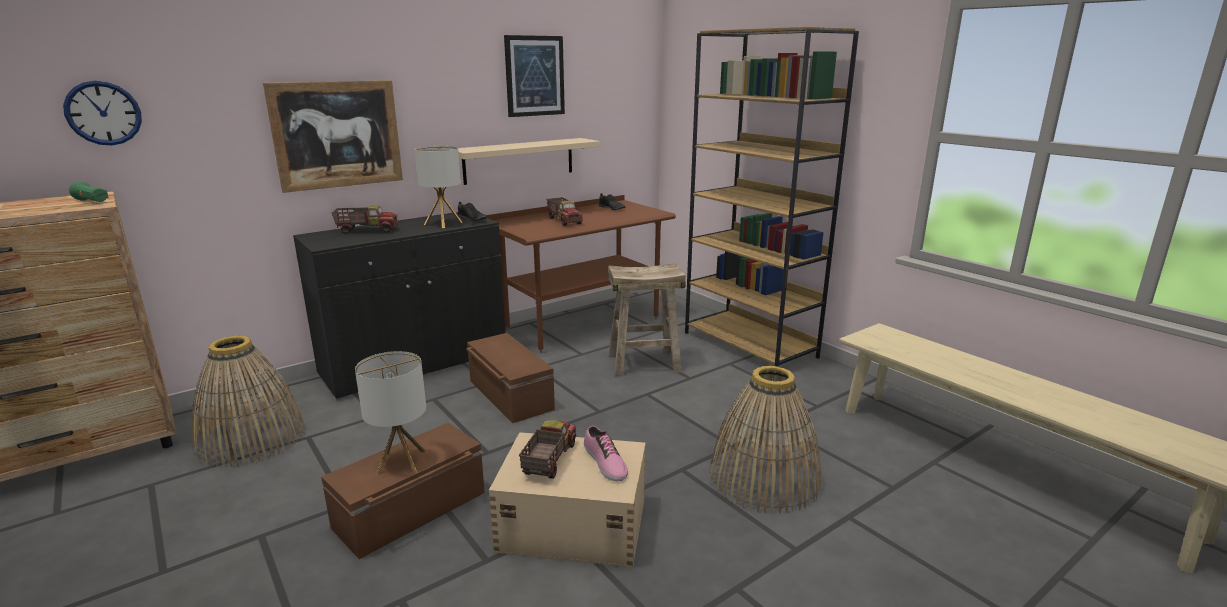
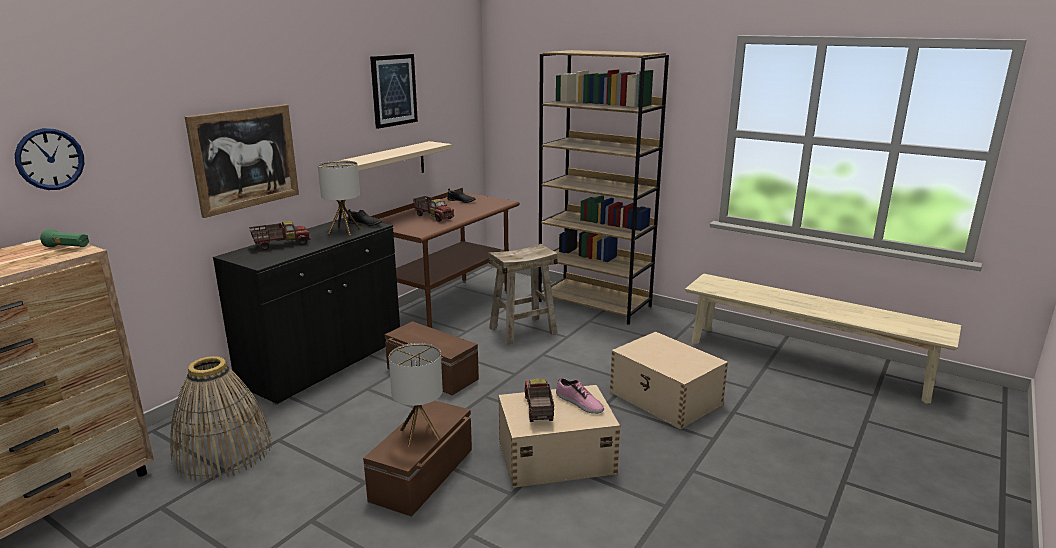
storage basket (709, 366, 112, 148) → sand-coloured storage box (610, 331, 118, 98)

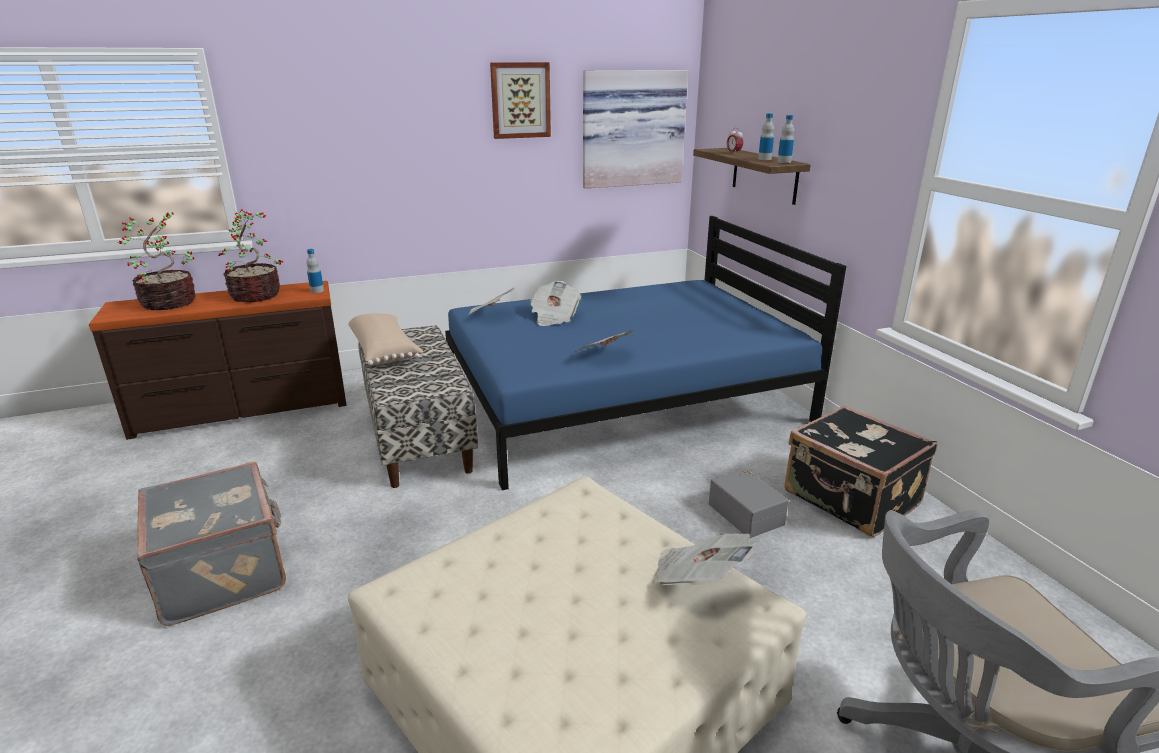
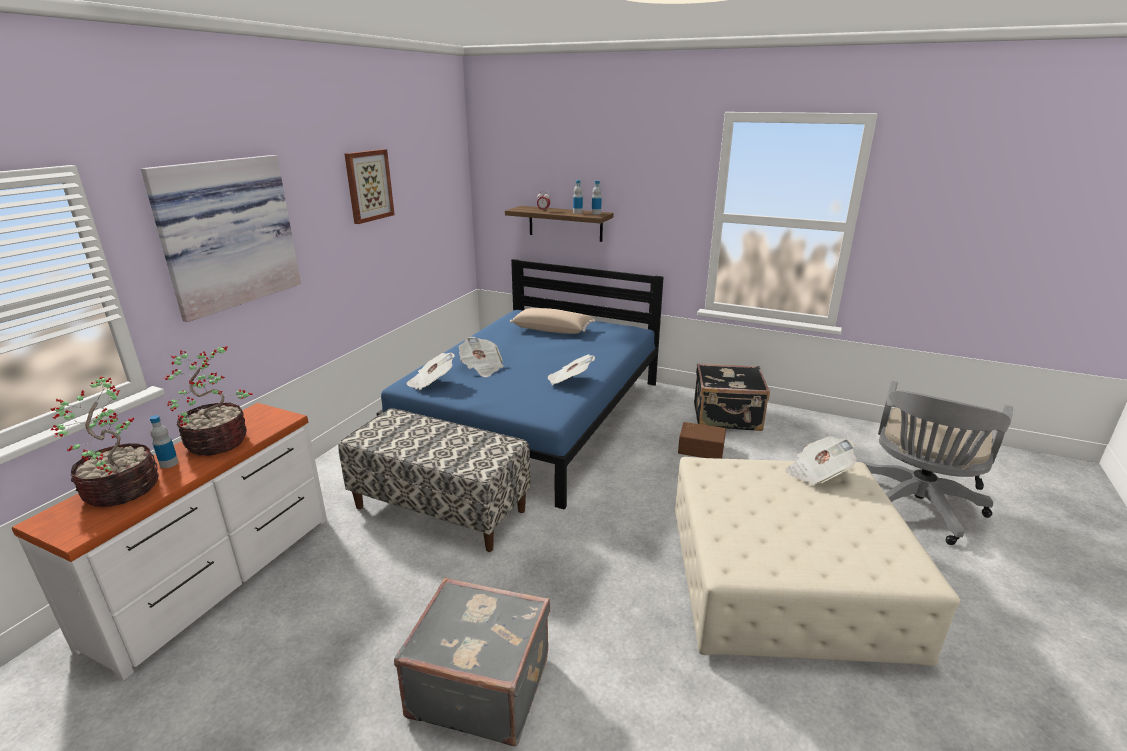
bottle (306, 249, 18, 44) → bottle (150, 415, 29, 53), moved
sand-coloured pillow (348, 313, 76, 52) → sand-coloured pillow (510, 308, 85, 26), moved
wall picture (583, 70, 105, 119) → wall picture (141, 155, 160, 167), moved
brownish chest of drawers (89, 281, 258, 159) → whitish chest of drawers (11, 403, 316, 277)
grey storage box (709, 469, 80, 69) → brownish storage box (678, 422, 48, 37)

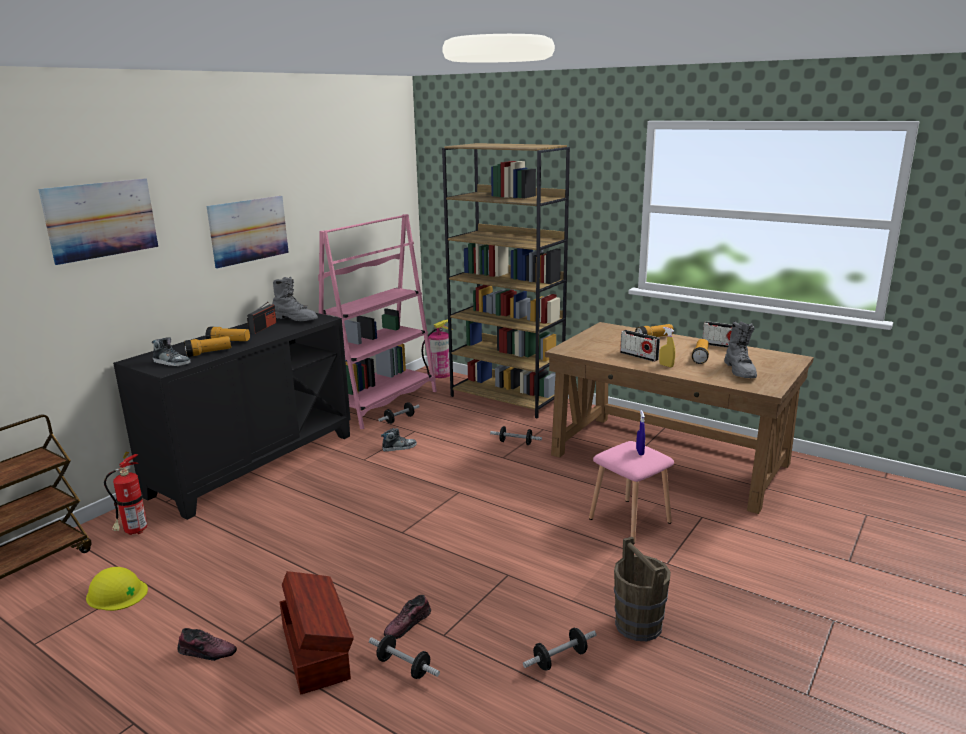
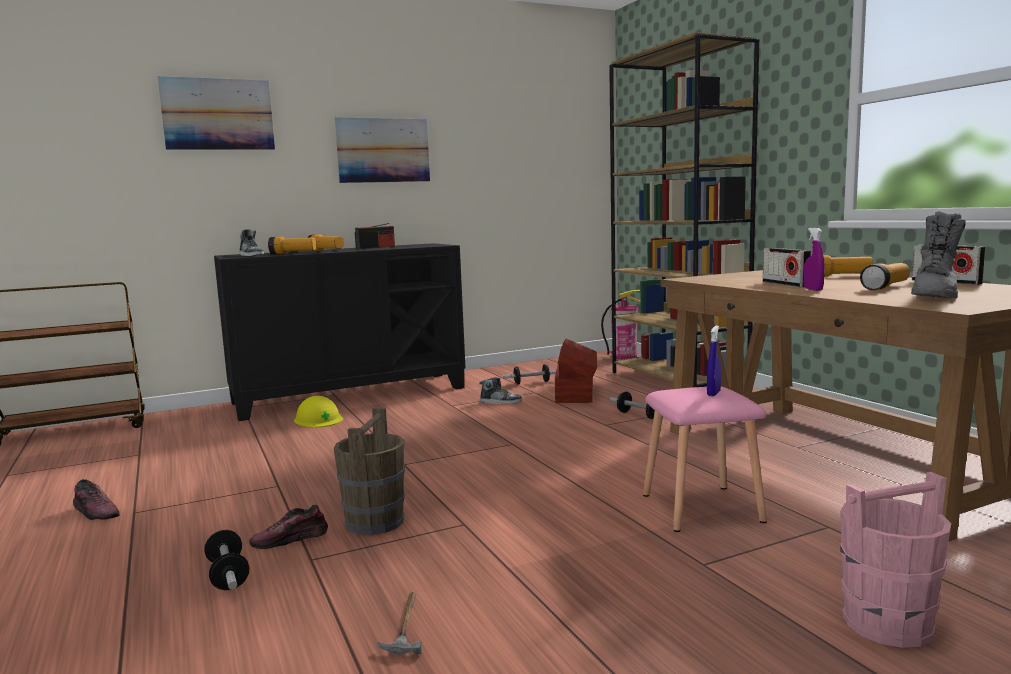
fire extinguisher (104, 452, 43, 83) → -
grey high-top boot (272, 277, 46, 44) → -
pink-coloured bookshelf (318, 214, 119, 215) → -
- → pink-coloured bucket (840, 472, 111, 176)
yellow-coloured safety helmet (86, 567, 62, 44) → yellow-coloured safety helmet (294, 396, 49, 32), moved
brownish storage box (279, 571, 75, 124) → brownish storage box (555, 338, 42, 65), moved
brownish bucket (614, 537, 57, 104) → brownish bucket (334, 408, 71, 127), moved
hand weight (523, 628, 73, 43) → hammer (377, 592, 45, 63)
yellow-coloured spray bottle (659, 327, 16, 40) → purple-coloured spray bottle (803, 228, 22, 63)

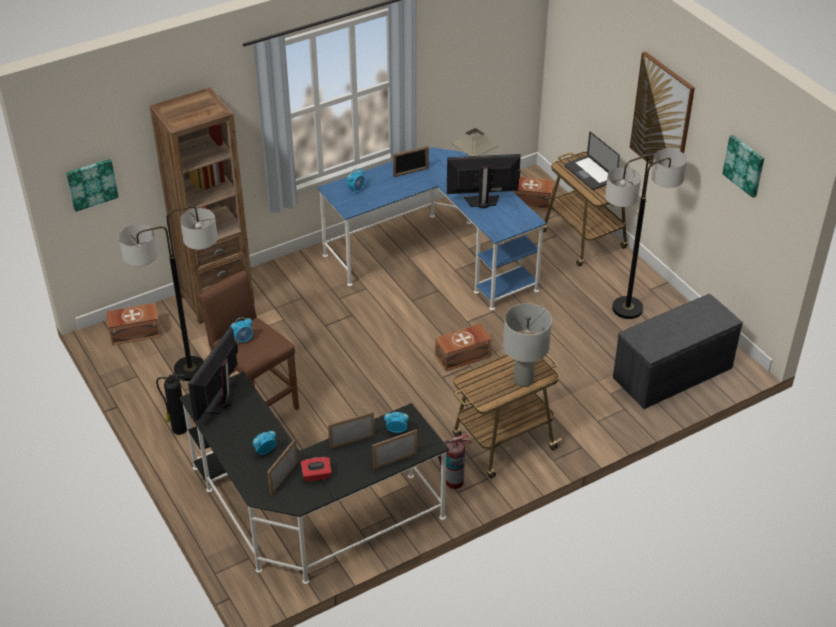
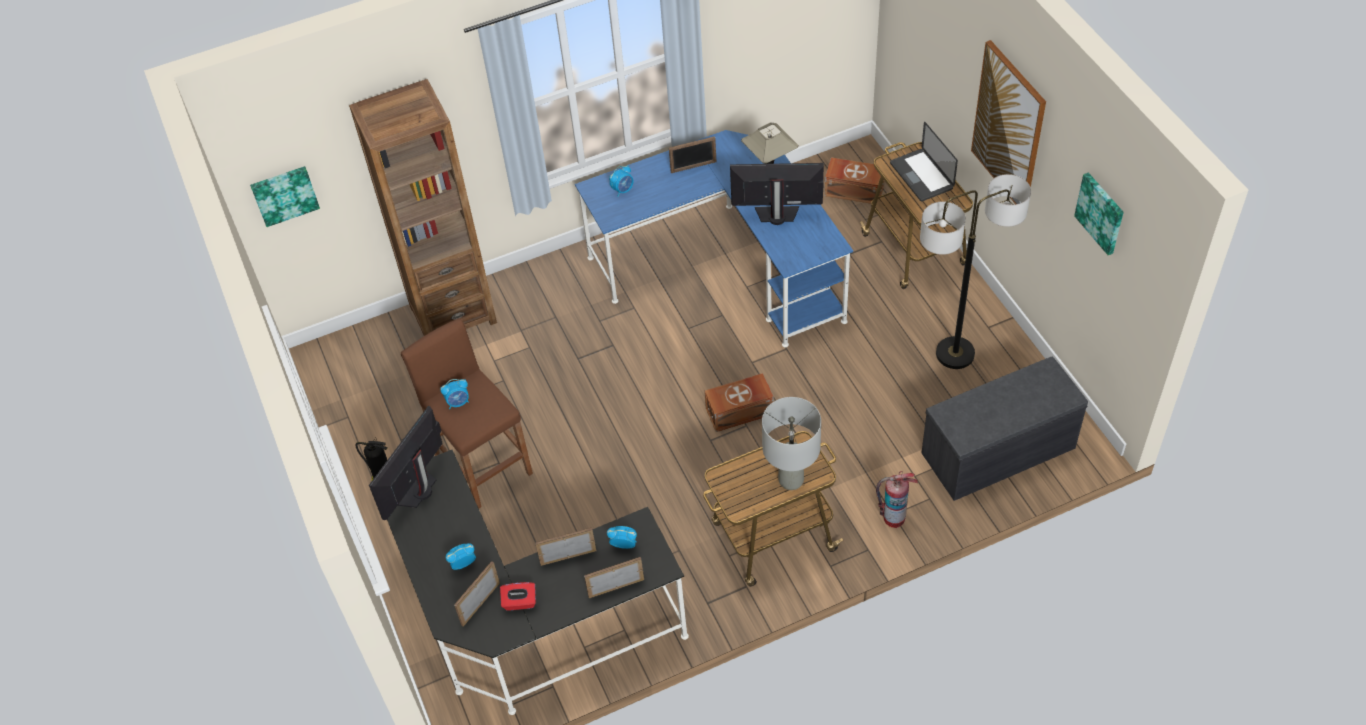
brownish storage box (106, 303, 56, 43) → -
standard lamp (119, 206, 99, 175) → -
fire extinguisher (438, 435, 34, 54) → fire extinguisher (876, 471, 42, 57), moved

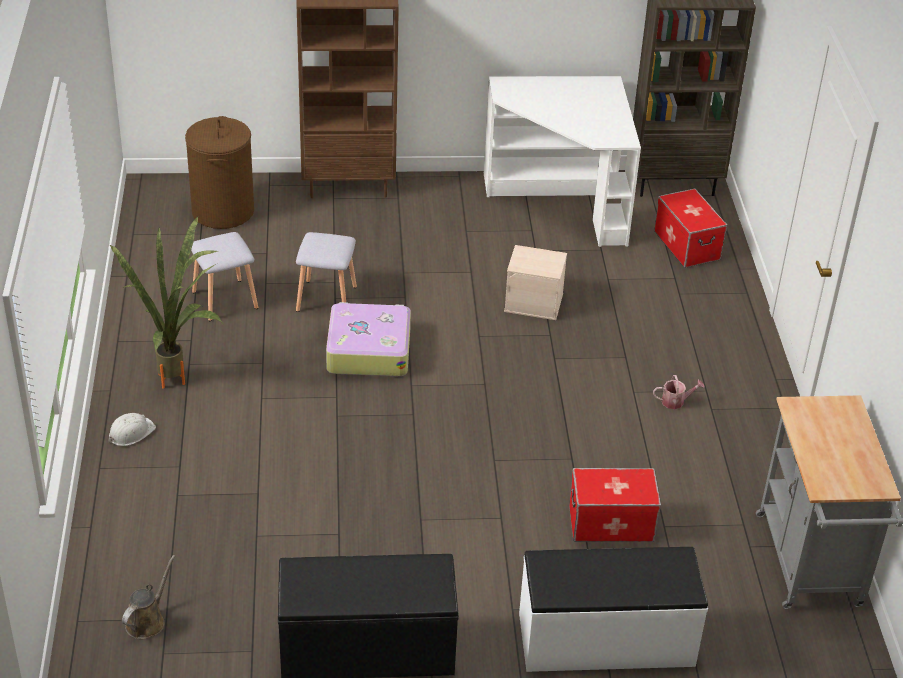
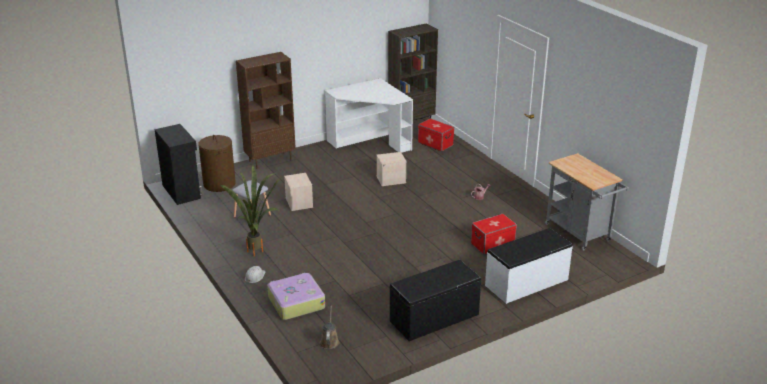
- → black cupboard (155, 124, 48, 81)
travel case (326, 302, 85, 74) → travel case (267, 273, 58, 47), moved
grey sitting stool (296, 232, 61, 80) → sand-coloured storage box (284, 173, 29, 38)

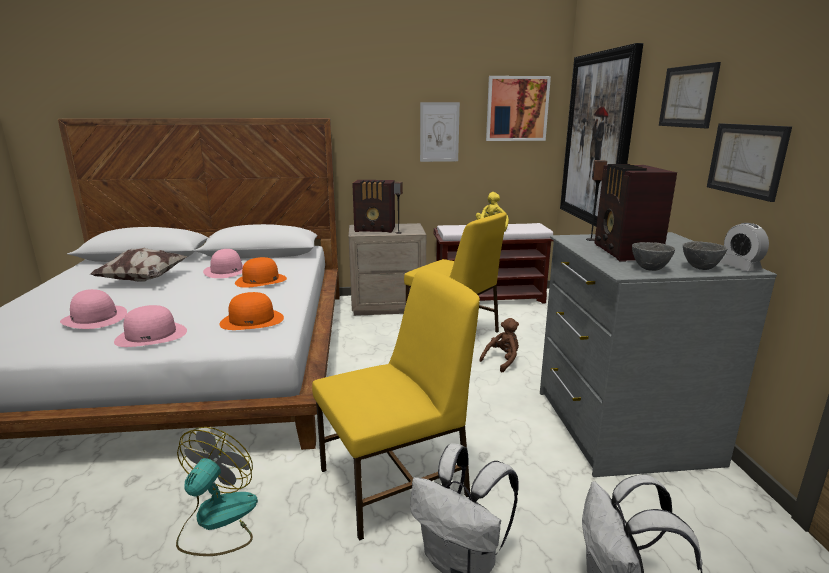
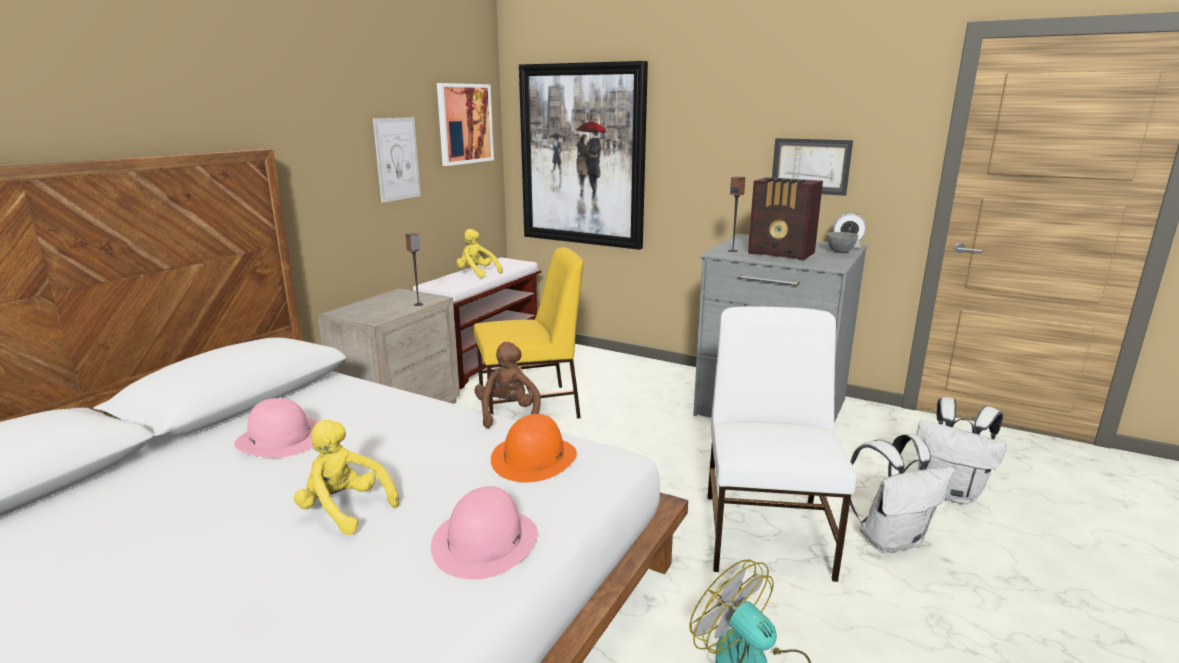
pink-coloured wearable hat (60, 289, 67, 40) → -
pillow (91, 248, 97, 34) → -
orange wearable hat (235, 257, 52, 31) → -
radio (352, 180, 43, 53) → -
grey bowl (632, 242, 43, 29) → -
wall picture (659, 62, 62, 67) → -
- → yellow-coloured plush toy (294, 420, 105, 115)
brownish plush toy (479, 318, 40, 54) → brownish plush toy (475, 342, 66, 86), moved
yellow-coloured chair (312, 269, 168, 272) → whitish chair (708, 306, 149, 276)

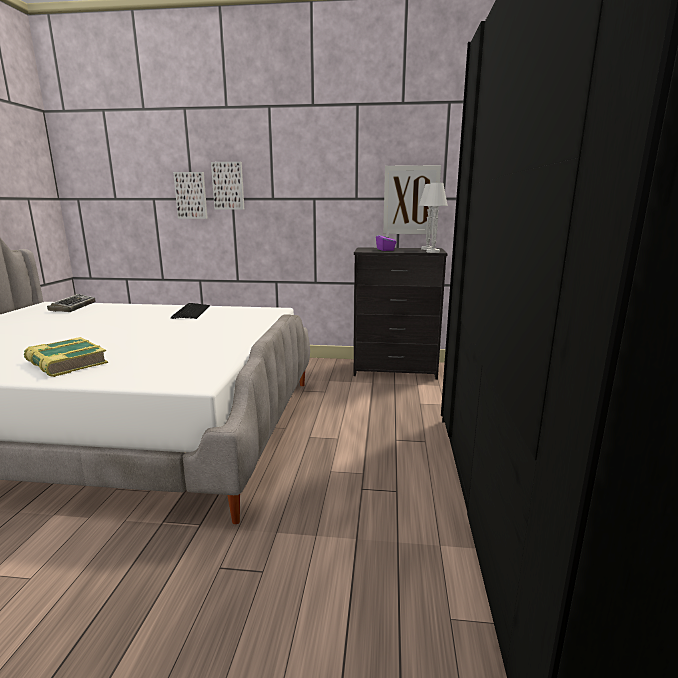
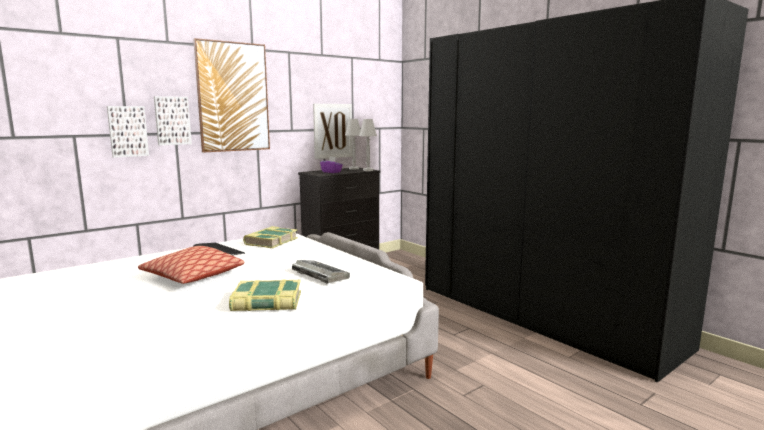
- → pillow (138, 246, 106, 38)
- → wall picture (193, 38, 77, 115)
- → volume (243, 226, 55, 22)
computer keyboard (47, 294, 48, 18) → computer keyboard (292, 260, 58, 24), moved

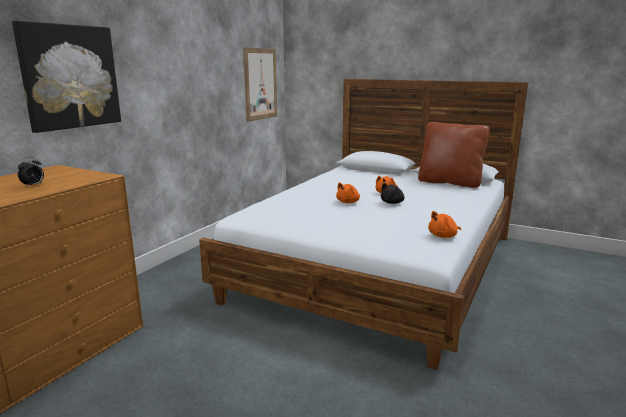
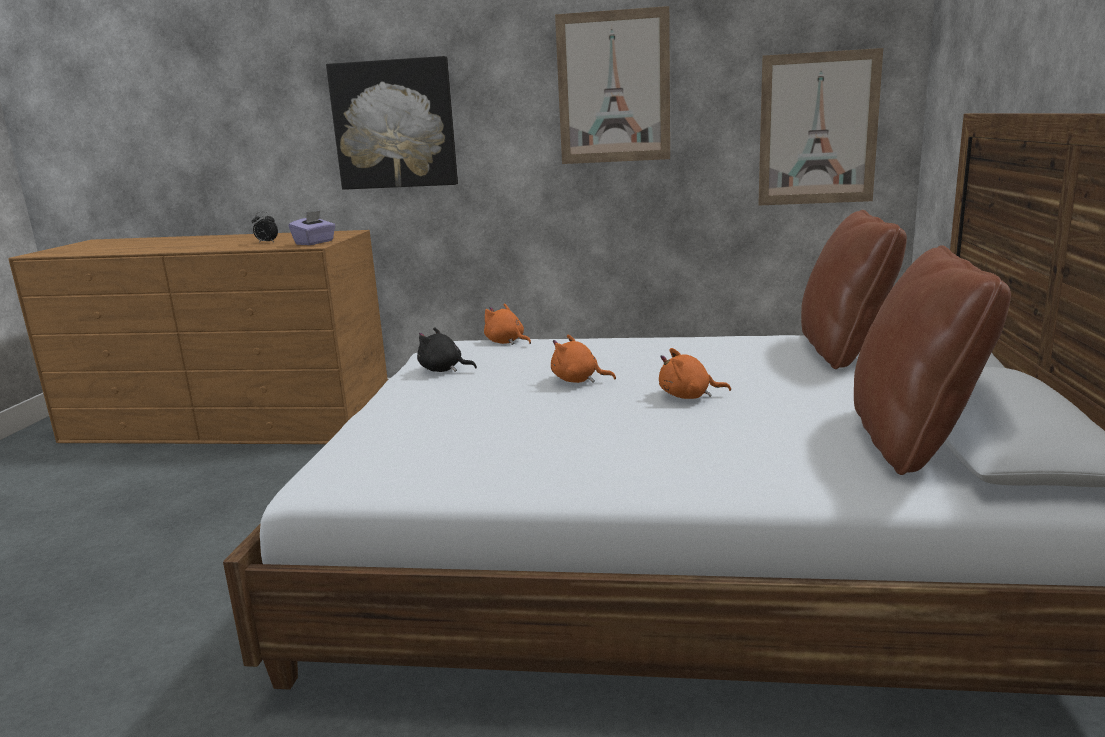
- → purple-coloured box of tissues (289, 210, 47, 35)
- → wall picture (555, 6, 115, 158)
- → brownish pillow (801, 210, 106, 159)
black plush toy (380, 183, 25, 21) → black plush toy (417, 327, 60, 45), moved
orange plush toy (428, 211, 33, 27) → orange plush toy (484, 303, 47, 42), moved

